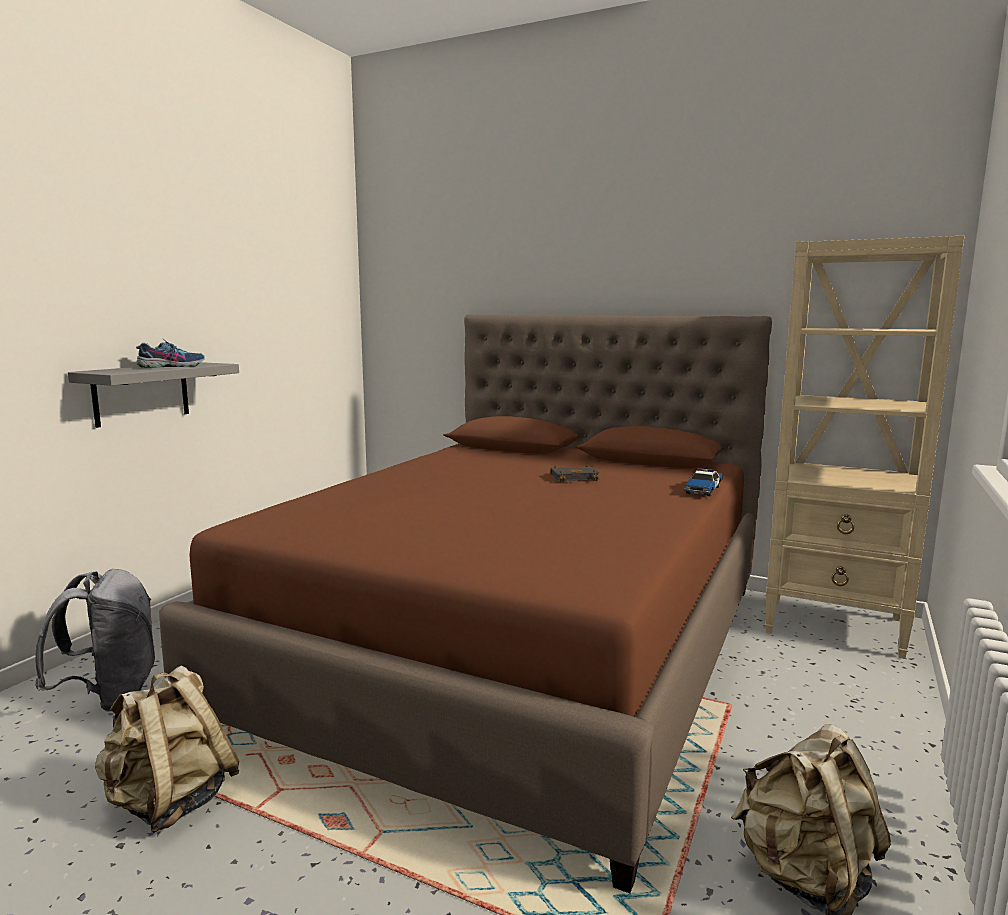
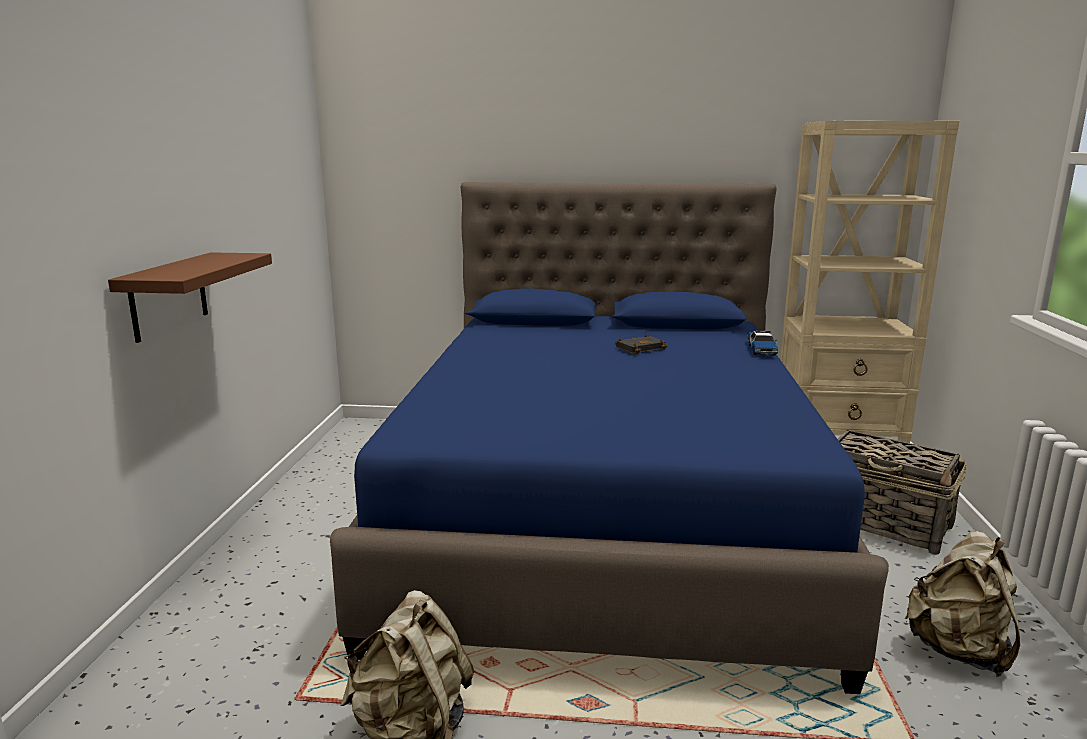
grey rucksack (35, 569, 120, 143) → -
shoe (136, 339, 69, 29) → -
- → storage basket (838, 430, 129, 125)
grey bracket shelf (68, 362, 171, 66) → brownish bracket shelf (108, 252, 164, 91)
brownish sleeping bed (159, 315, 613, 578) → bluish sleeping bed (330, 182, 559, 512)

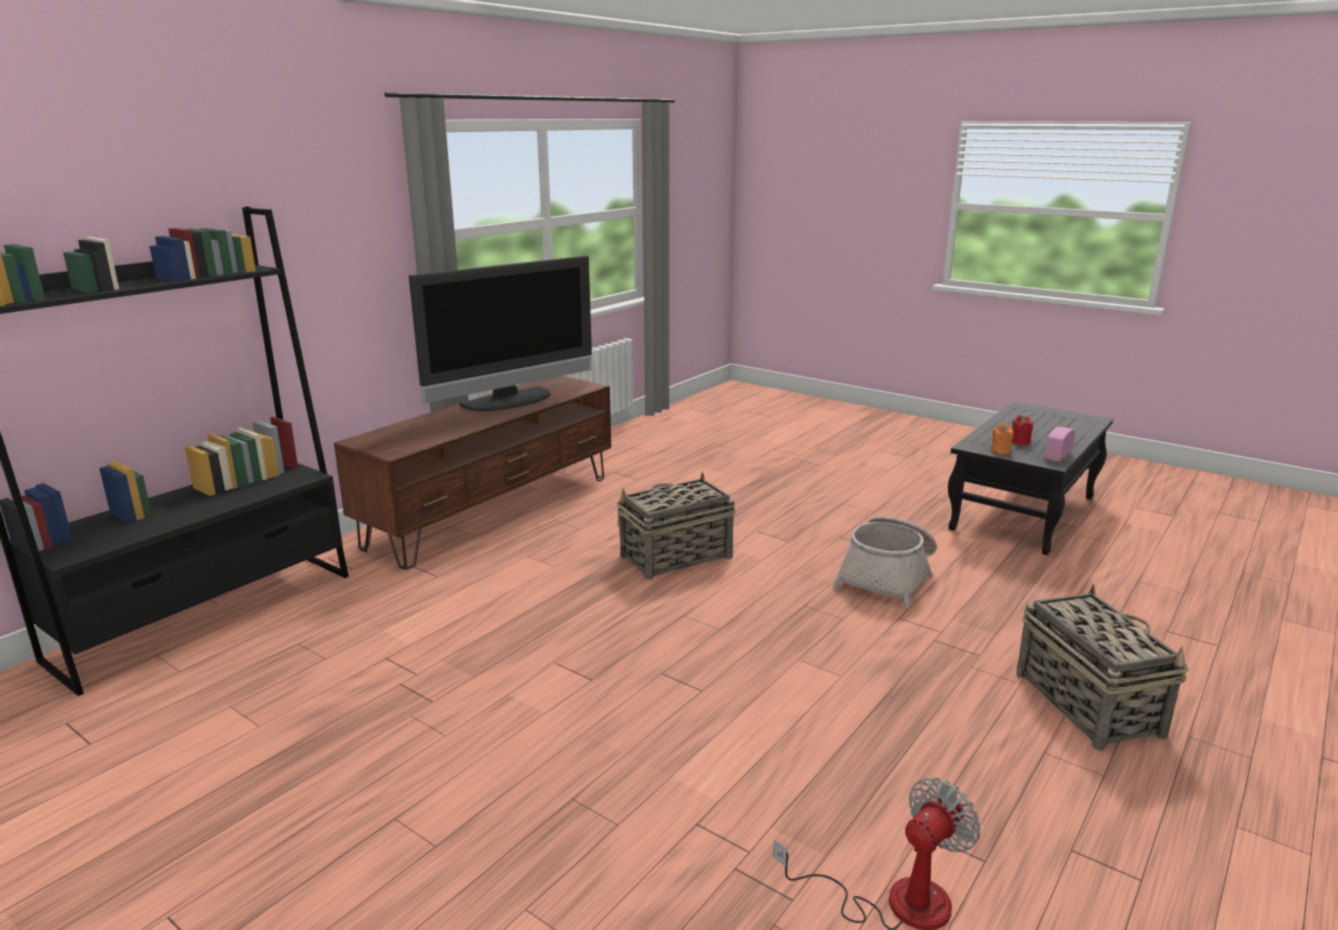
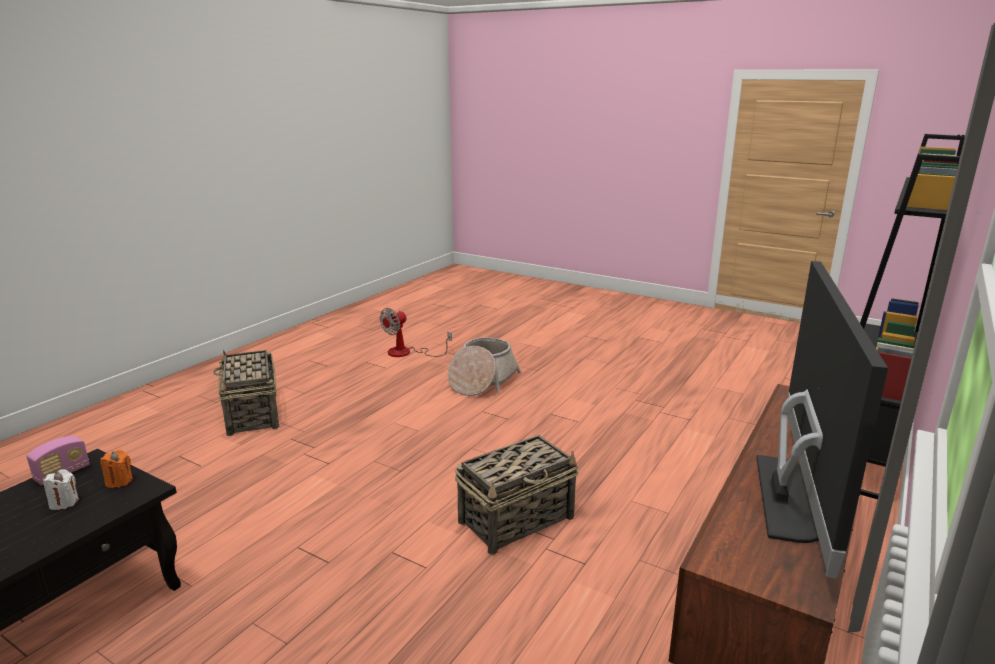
storage basket (832, 516, 105, 92) → storage basket (448, 337, 73, 59), moved
red wax light (1012, 416, 21, 29) → whitish wax light (43, 469, 36, 41)
television (409, 256, 183, 155) → television (756, 261, 132, 318), 150 degrees clockwise

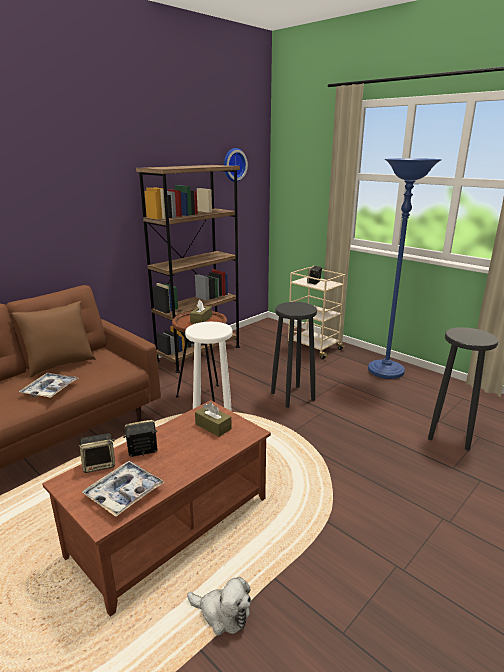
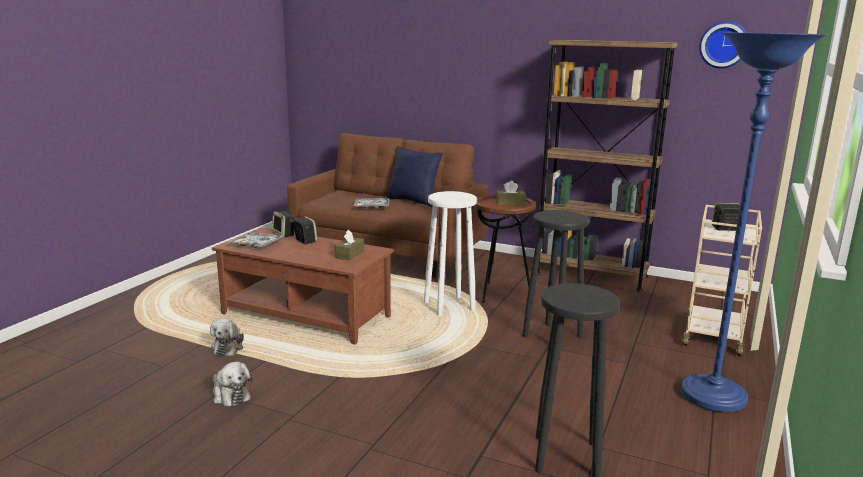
- → plush toy (213, 362, 39, 44)
brownish pillow (11, 301, 85, 76) → bluish pillow (387, 146, 56, 62)

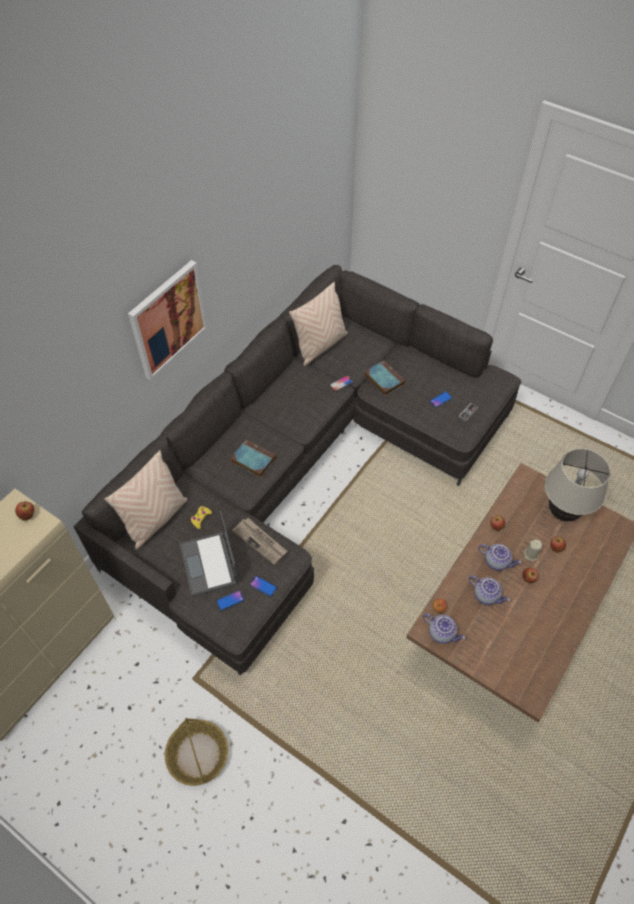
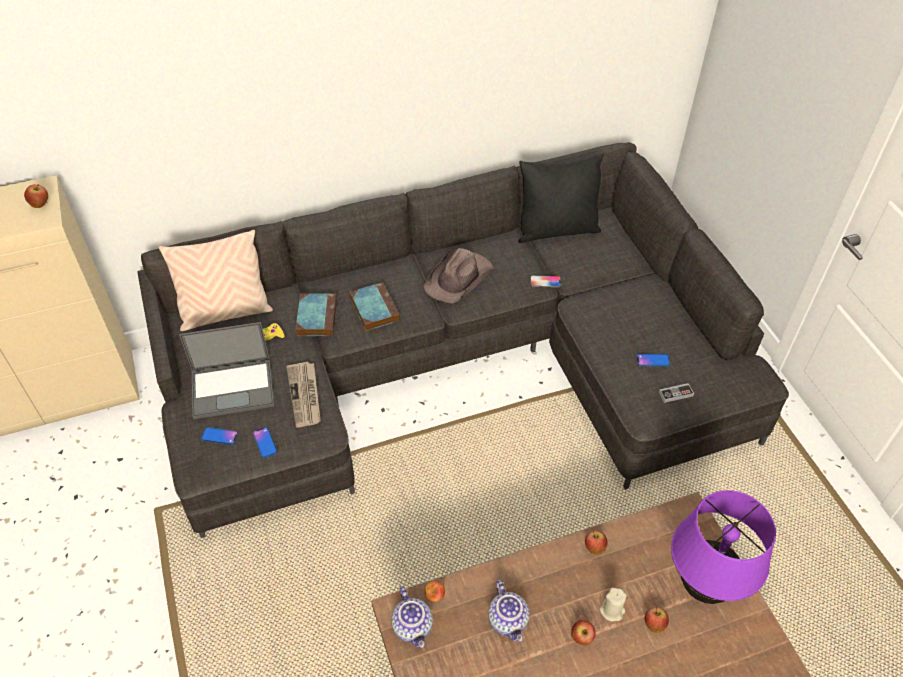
wall picture (128, 260, 80, 120) → -
storage basket (165, 718, 63, 68) → -
teapot (478, 544, 43, 27) → -
- → brownish wearable hat (424, 248, 70, 55)
volume (364, 360, 41, 36) → volume (295, 293, 42, 43), moved
sand-coloured pillow (289, 282, 59, 84) → black pillow (518, 153, 86, 90)
sand-coloured table lamp (544, 448, 67, 73) → purple-coloured table lamp (671, 490, 105, 114)
notebook computer (180, 510, 59, 87) → notebook computer (179, 322, 95, 97), 120 degrees counterclockwise

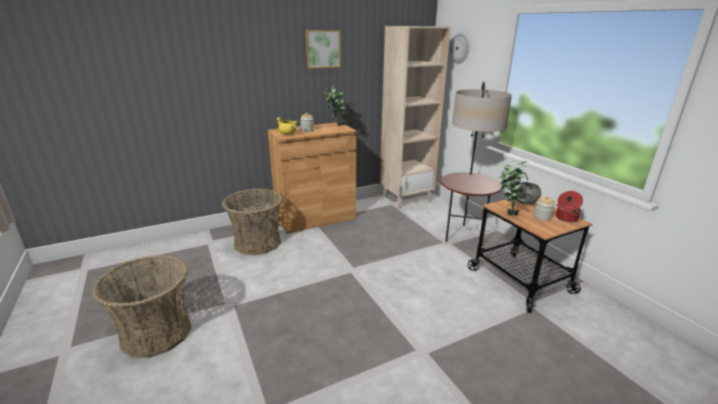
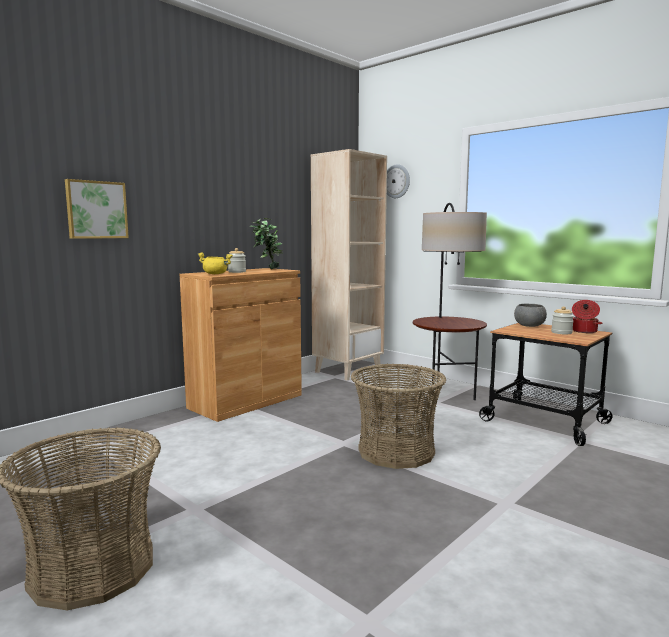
houseplant (499, 161, 31, 55) → -
storage basket (222, 189, 61, 66) → storage basket (351, 364, 96, 105), moved
wall picture (306, 30, 35, 38) → wall picture (65, 179, 64, 60), moved

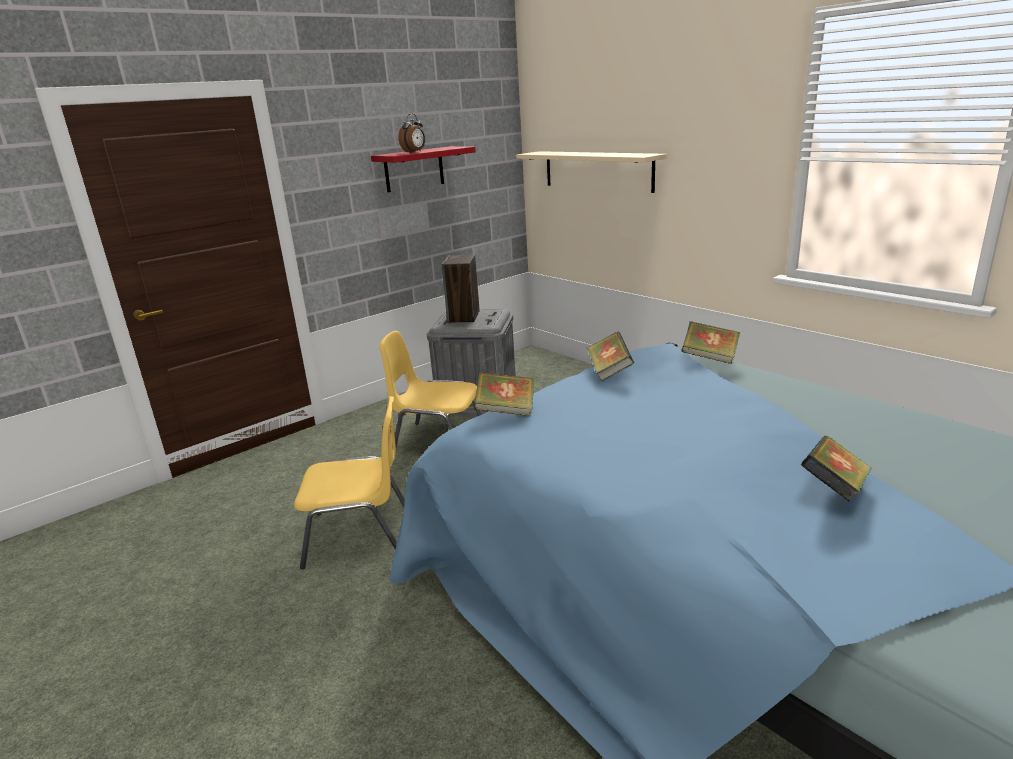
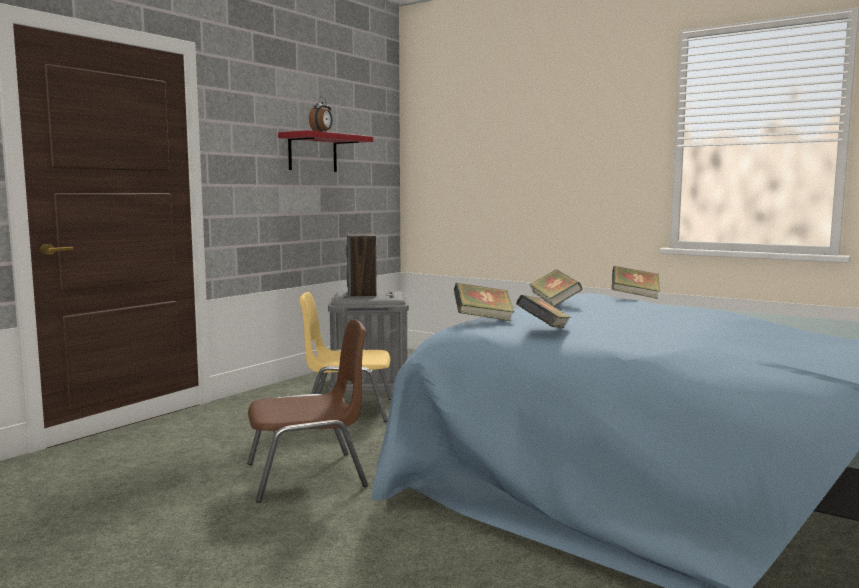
sand-coloured bracket shelf (516, 151, 151, 42) → -
volume (801, 436, 70, 65) → volume (516, 295, 55, 33), moved
yellow-coloured chair (294, 396, 111, 173) → brownish chair (247, 319, 121, 184)

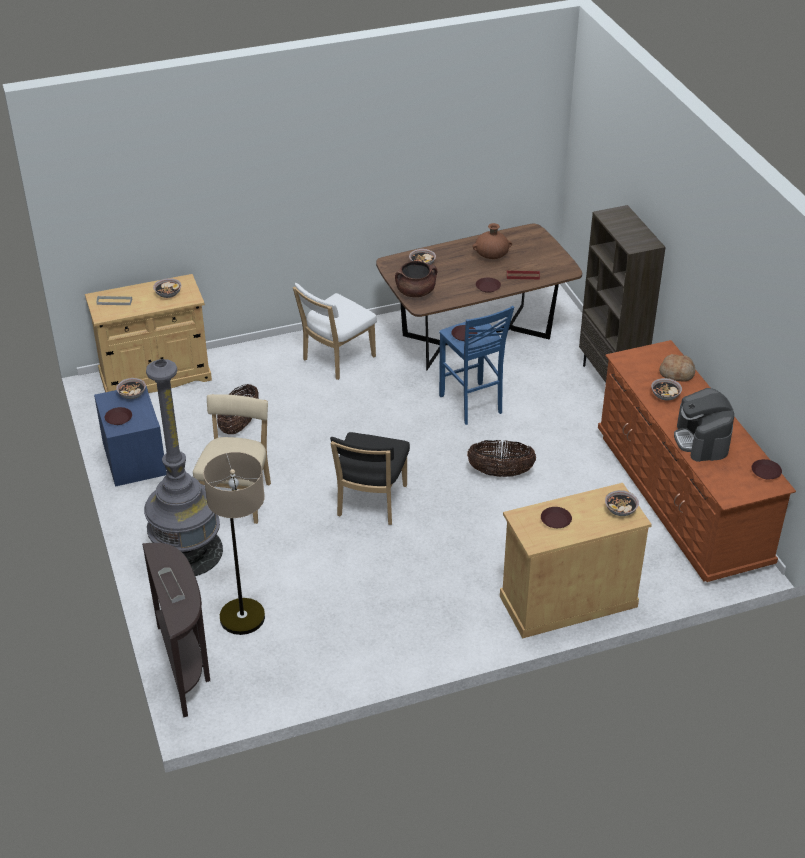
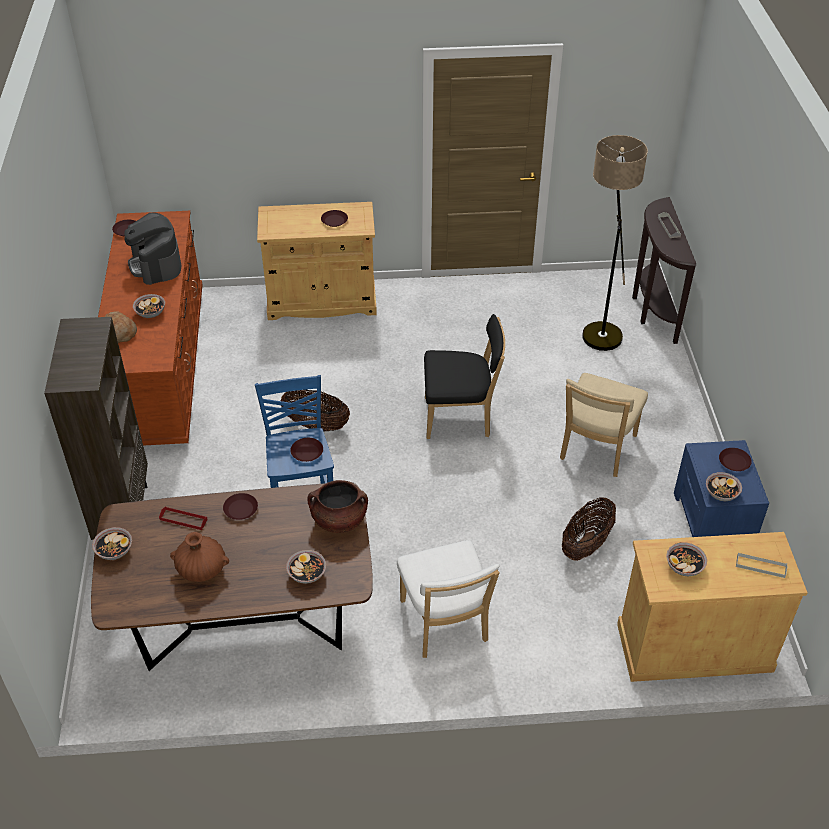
grey standard lamp (144, 359, 79, 217) → -
bowl (605, 490, 34, 26) → bowl (92, 527, 40, 33), moved
whitish chair (293, 283, 84, 97) → whitish chair (397, 540, 103, 118), 105 degrees clockwise
black chair (330, 432, 80, 93) → black chair (424, 314, 81, 125), 60 degrees clockwise
coffee maker (674, 388, 60, 74) → coffee maker (124, 212, 57, 73), 150 degrees clockwise

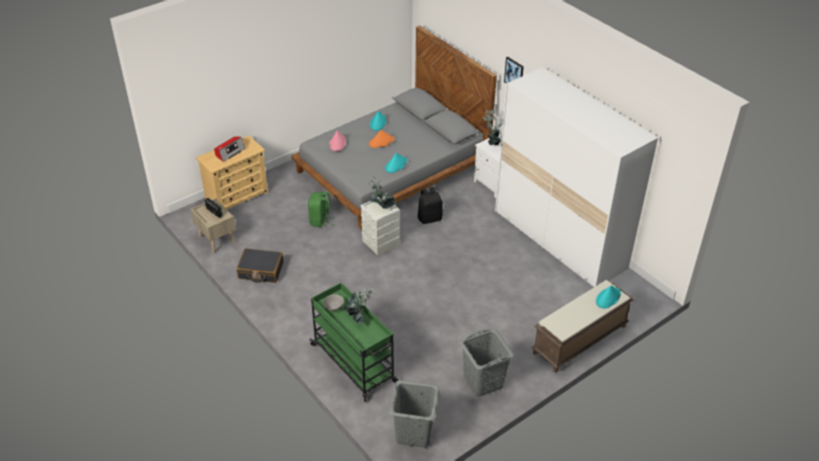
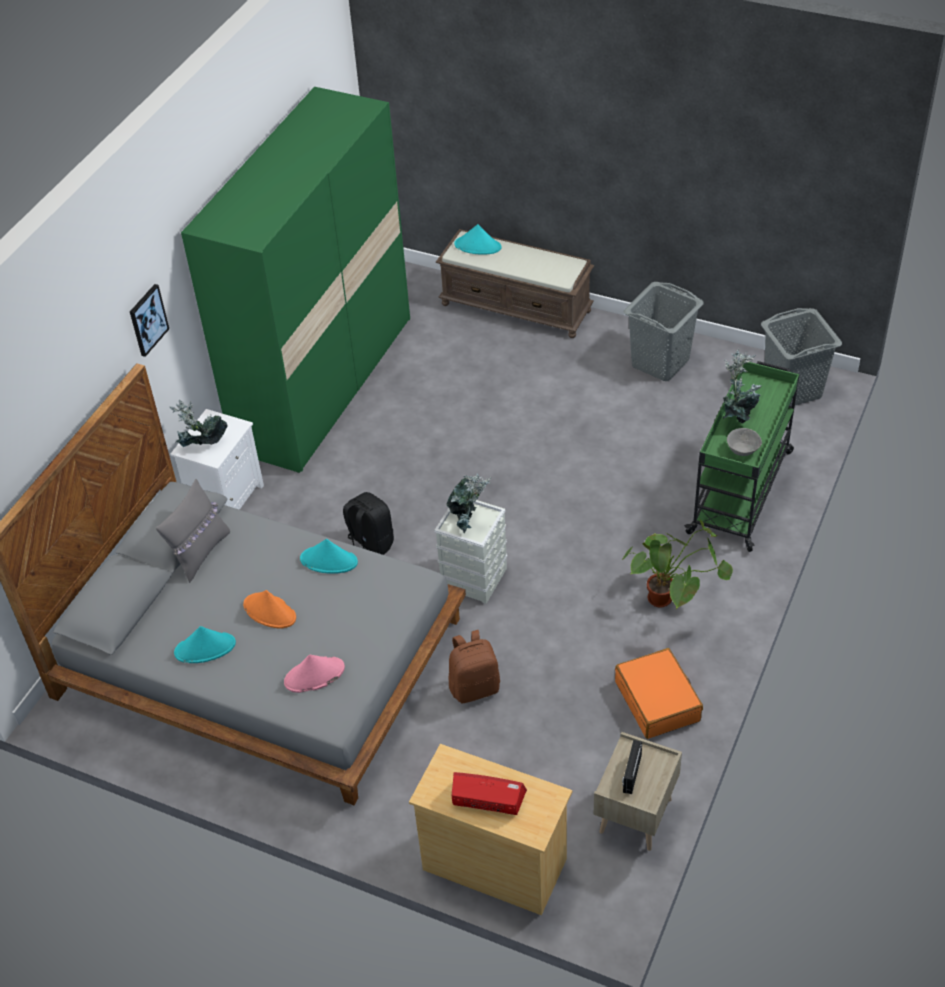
- → grey pillow (156, 479, 74, 104)
- → houseplant (622, 518, 111, 91)
black travel case (236, 248, 47, 35) → orange travel case (615, 648, 88, 91)
greenish rucksack (308, 192, 27, 35) → brownish rucksack (449, 630, 51, 73)
whitish armoire (495, 67, 163, 220) → greenish armoire (181, 87, 229, 386)

